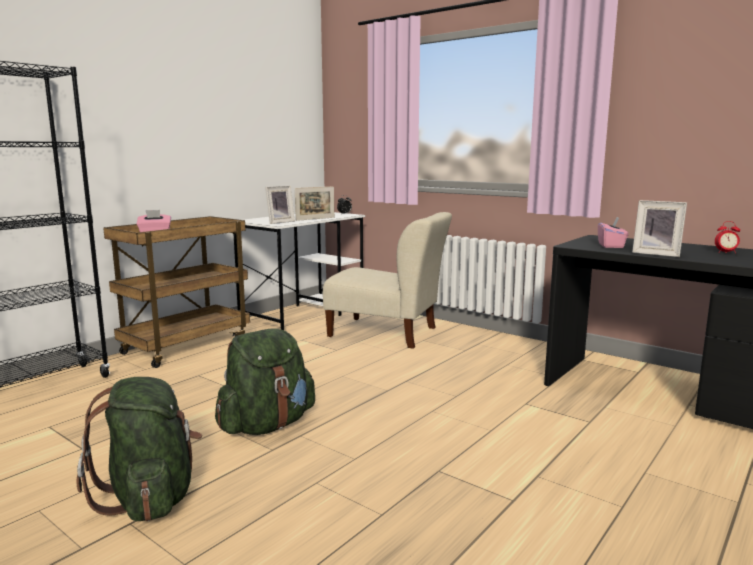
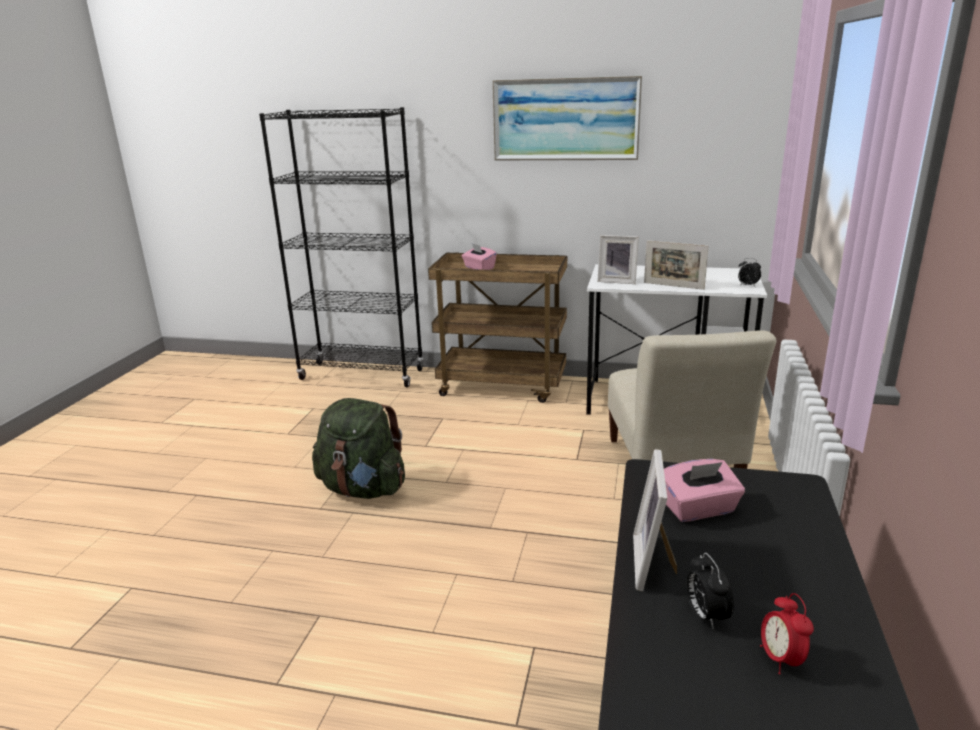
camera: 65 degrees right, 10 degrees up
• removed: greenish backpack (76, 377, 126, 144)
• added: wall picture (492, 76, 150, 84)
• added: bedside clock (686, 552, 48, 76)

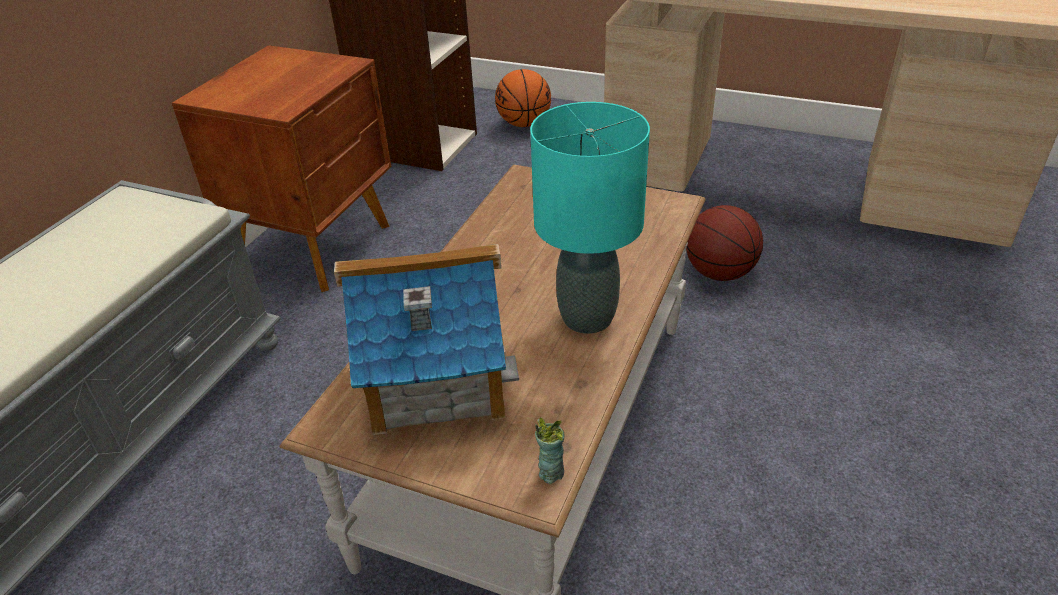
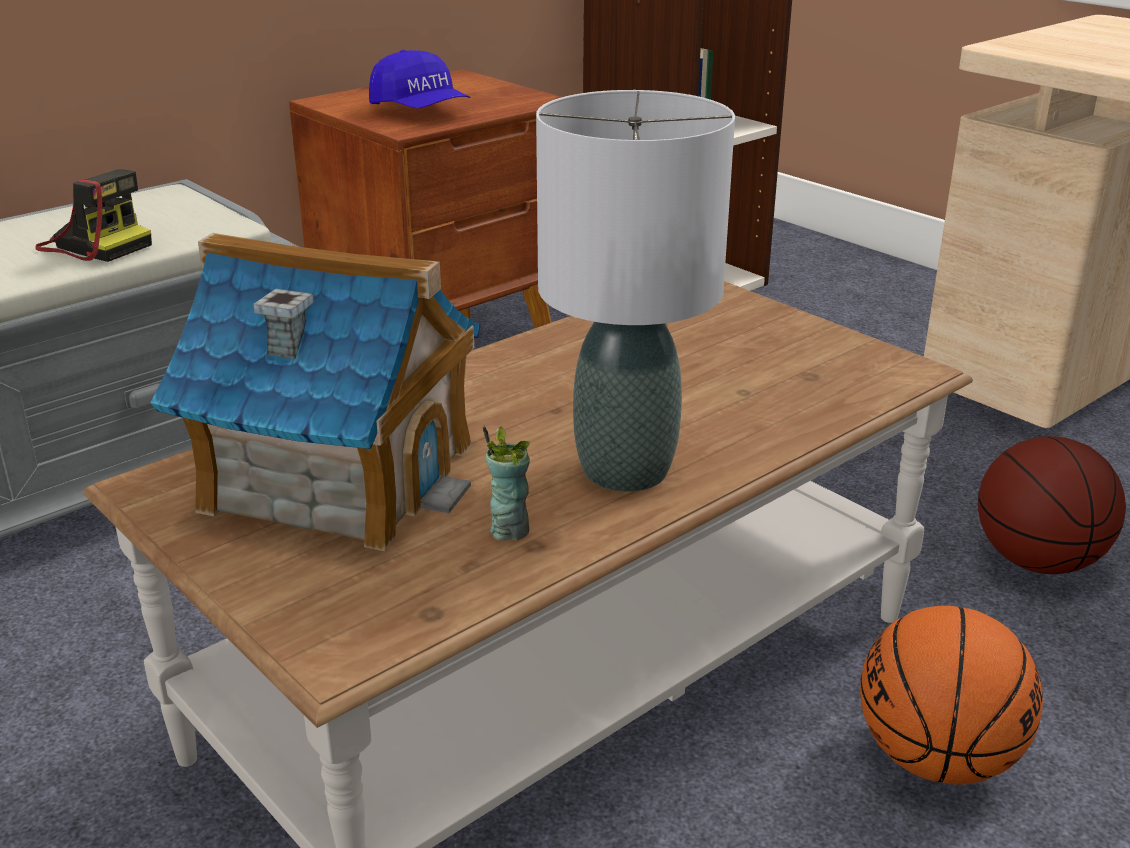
camera: 25 degrees right, 10 degrees down
• moved: basketball (495, 69, 56, 58) to (860, 606, 183, 179)
• recoloured: turquoise table lamp (530, 102, 120, 232) to greyish table lamp (536, 90, 199, 402)
• moved: drinking cup (535, 417, 30, 67) to (483, 426, 47, 115)
• added: photo camera (36, 169, 116, 93)
• added: blue-coloured peaked cap (369, 50, 102, 58)

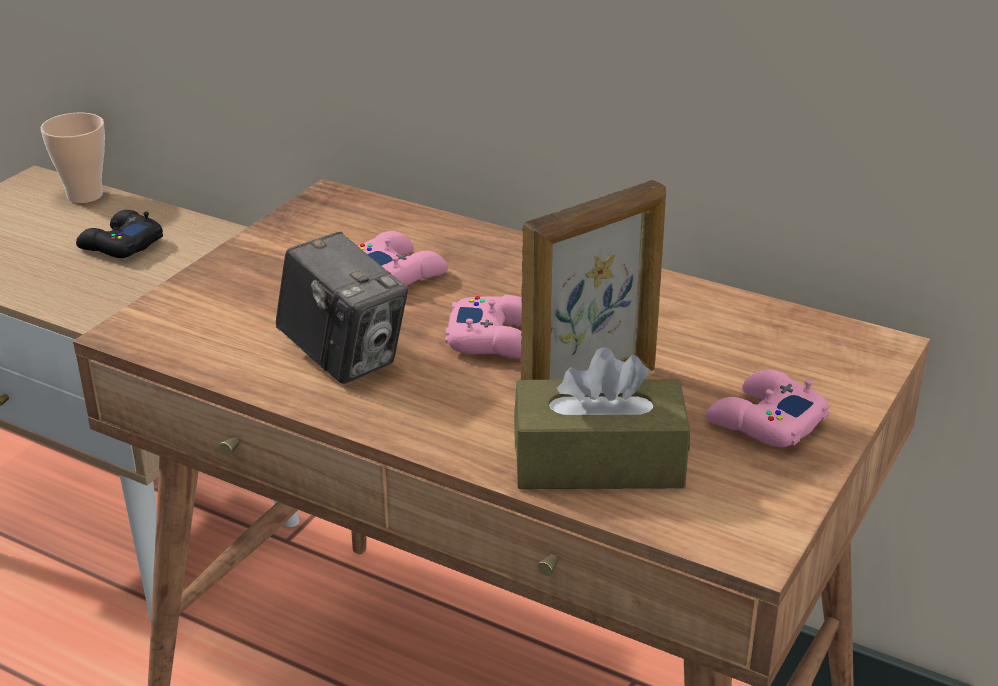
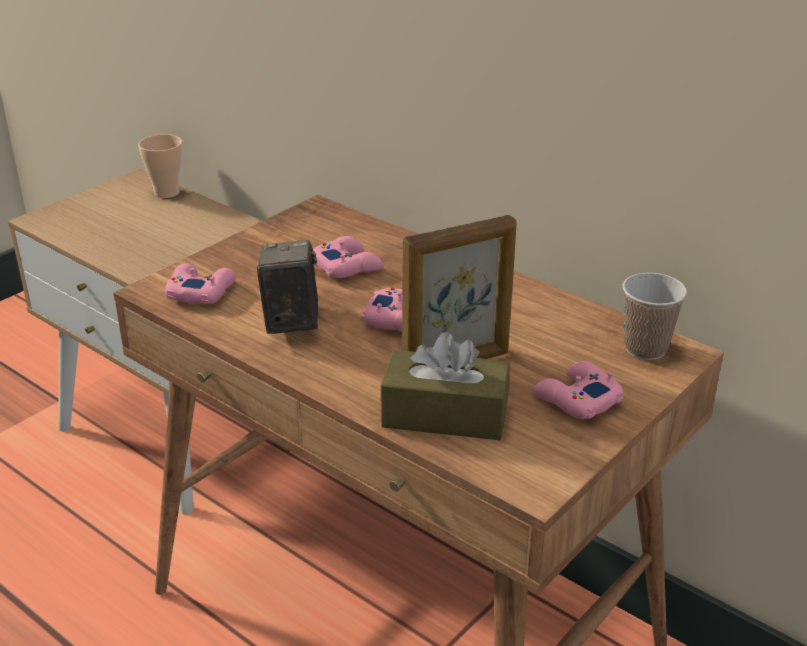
camera: 10 degrees right, 0 degrees up
• removed: blackish game controller (76, 210, 87, 48)
• turned: photo camera (276, 232, 132, 152) = (257, 240, 61, 94) 150 degrees counterclockwise
• added: pinkish game controller (165, 263, 71, 41)
• added: drinking cup (623, 273, 64, 87)

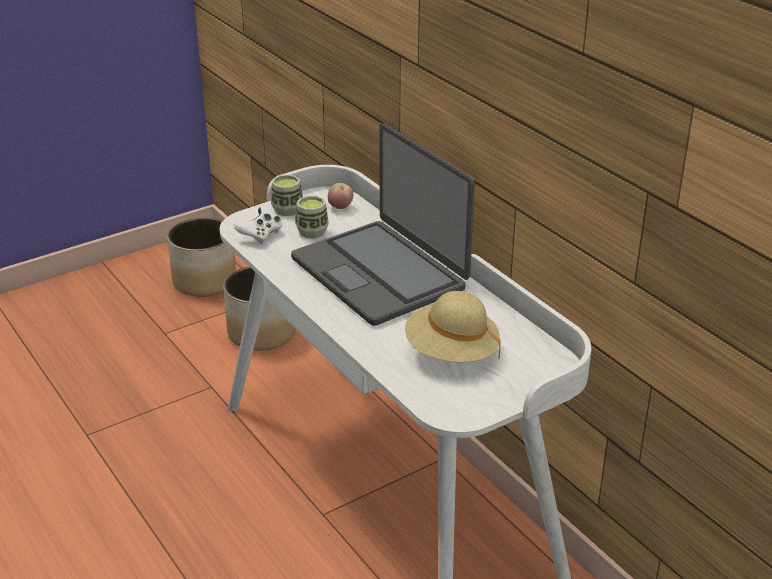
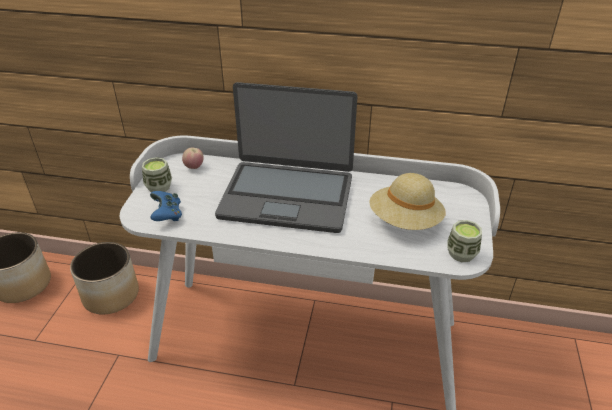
camera: 45 degrees left, 5 degrees up
• recoloured: white-coloured game controller (234, 206, 49, 38) to blue-coloured game controller (150, 191, 32, 30)
• moved: drinking cup (295, 196, 34, 42) to (447, 220, 35, 42)

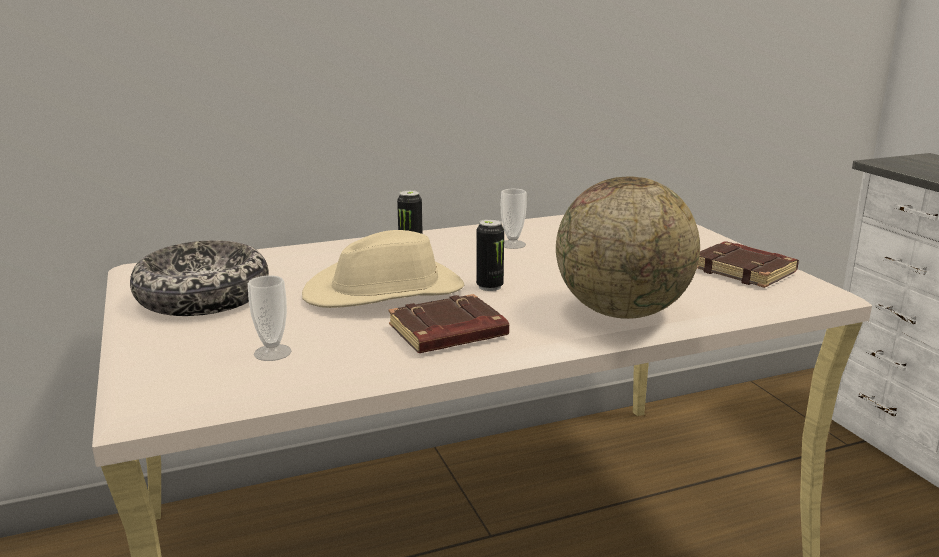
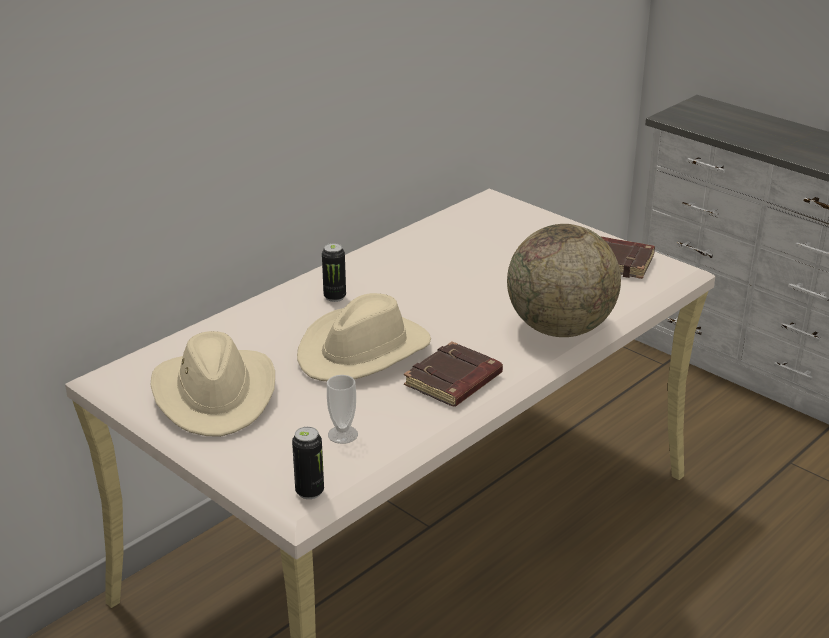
camera: 25 degrees left, 10 degrees up
• replaced: serving bowl (130, 240, 139, 76) to sand-coloured wearable hat (151, 331, 124, 106)
• moved: sealed can (476, 219, 28, 72) to (292, 427, 32, 72)
• removed: drinking cup (501, 189, 26, 60)

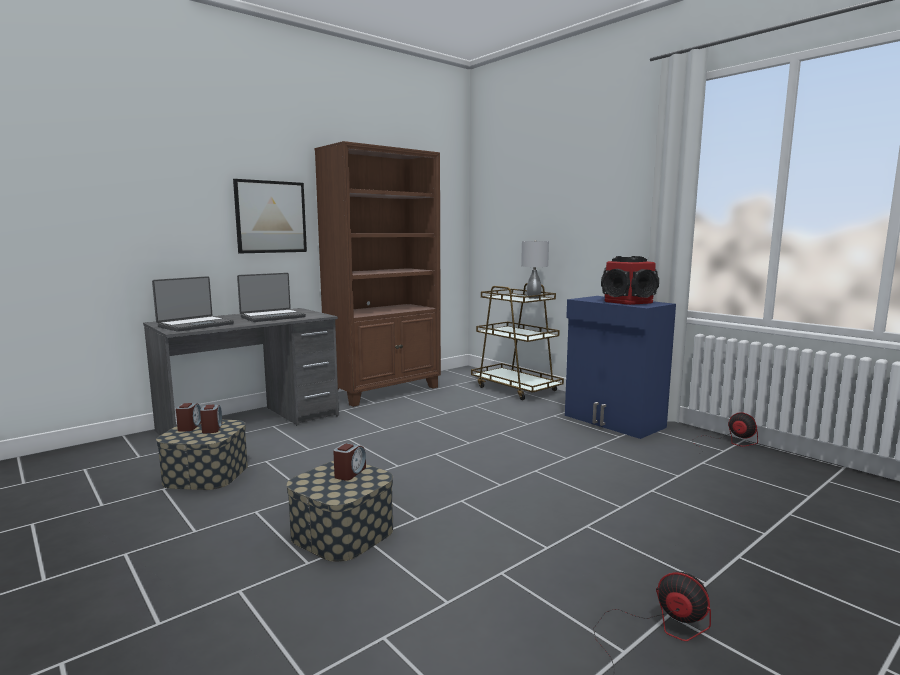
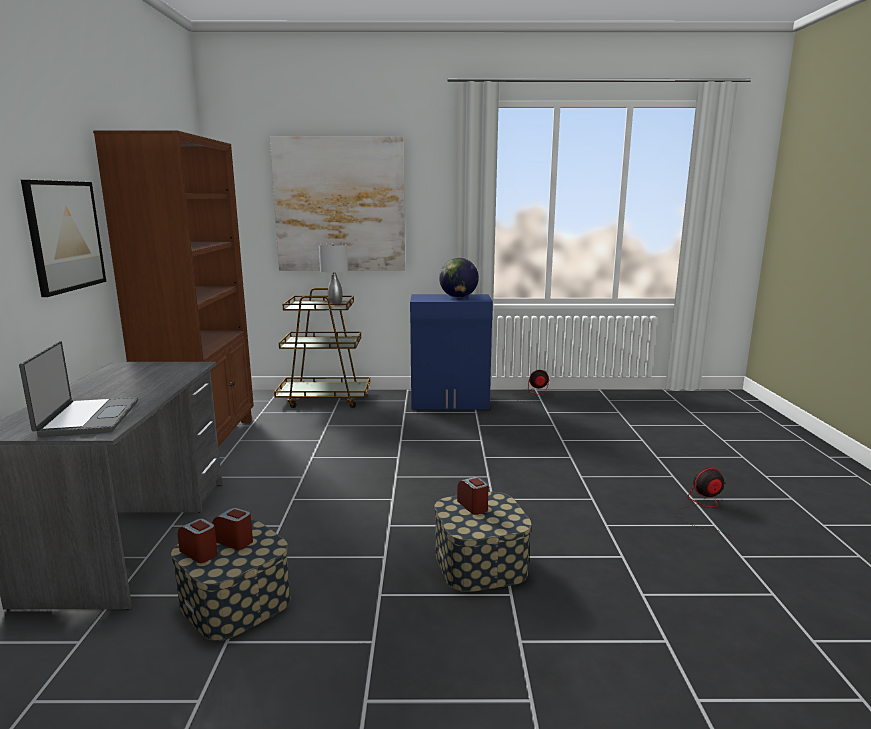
camera: 50 degrees left, 5 degrees up
• removed: portable computer (237, 273, 69, 49)
• replaced: audio speaker (601, 256, 58, 49) to world globe (439, 258, 40, 40)
• added: wall picture (270, 136, 135, 135)

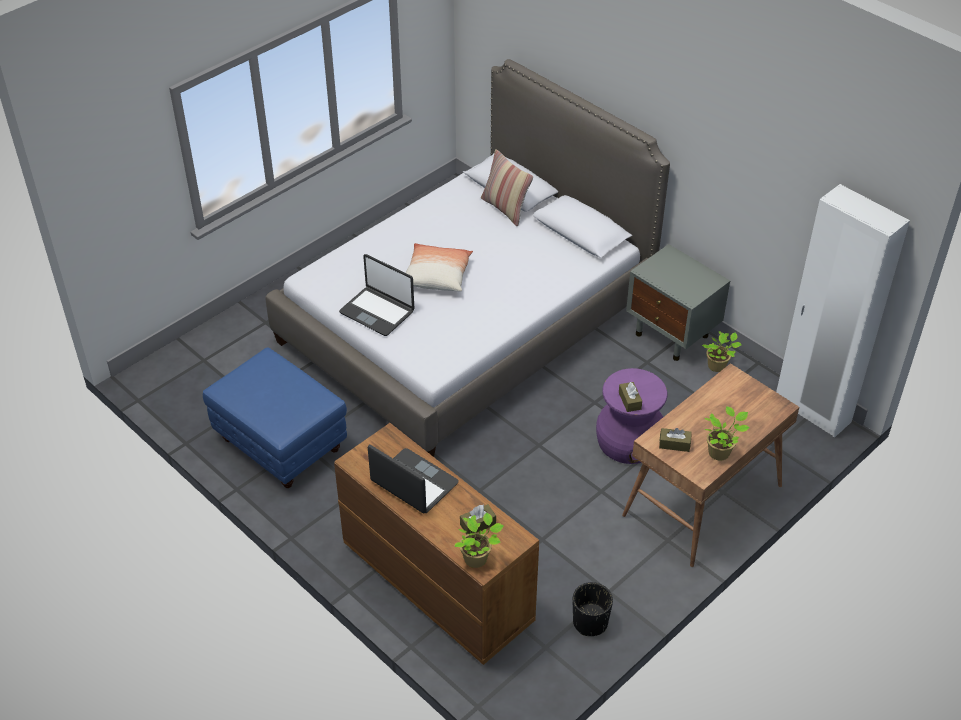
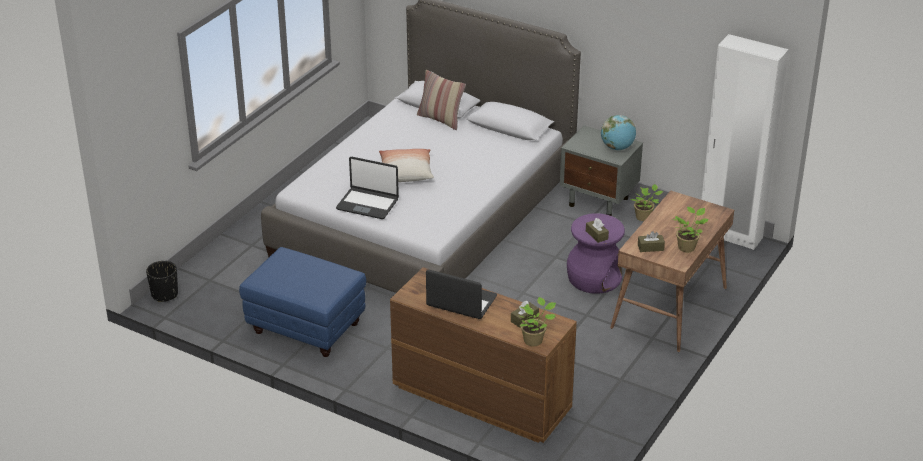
camera: 15 degrees left, 10 degrees down
• moved: blackish flower pot (573, 582, 40, 54) to (146, 261, 32, 41)
• added: world globe (601, 115, 35, 35)

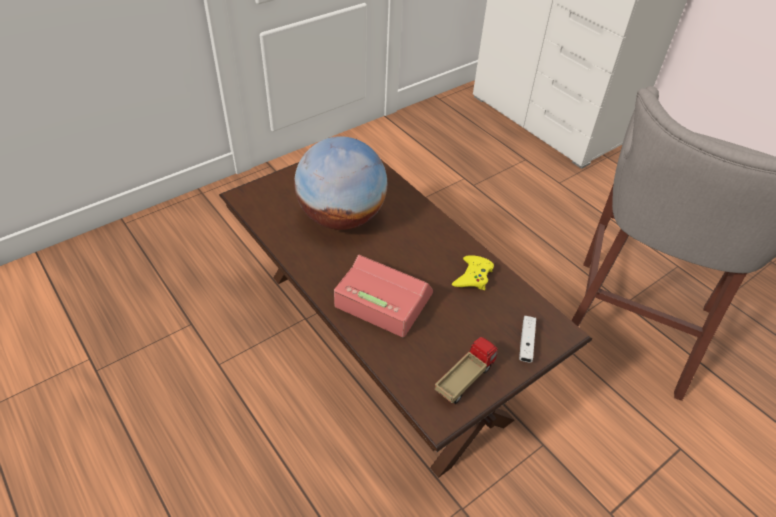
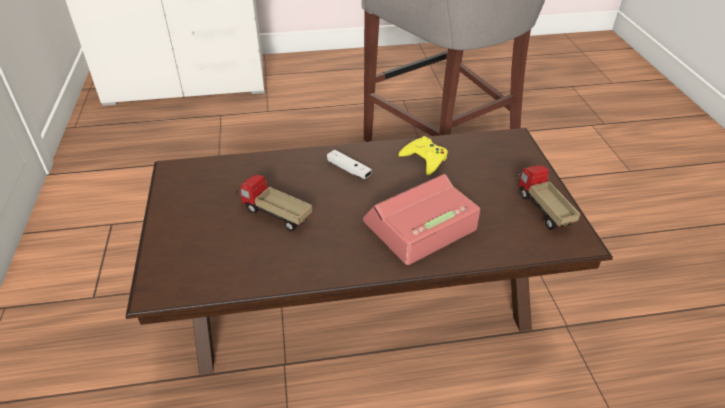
camera: 60 degrees left, 5 degrees down
• replaced: world globe (294, 136, 93, 94) to model truck (236, 175, 77, 56)
• moved: white-coloured game controller (519, 316, 17, 46) to (327, 149, 45, 30)

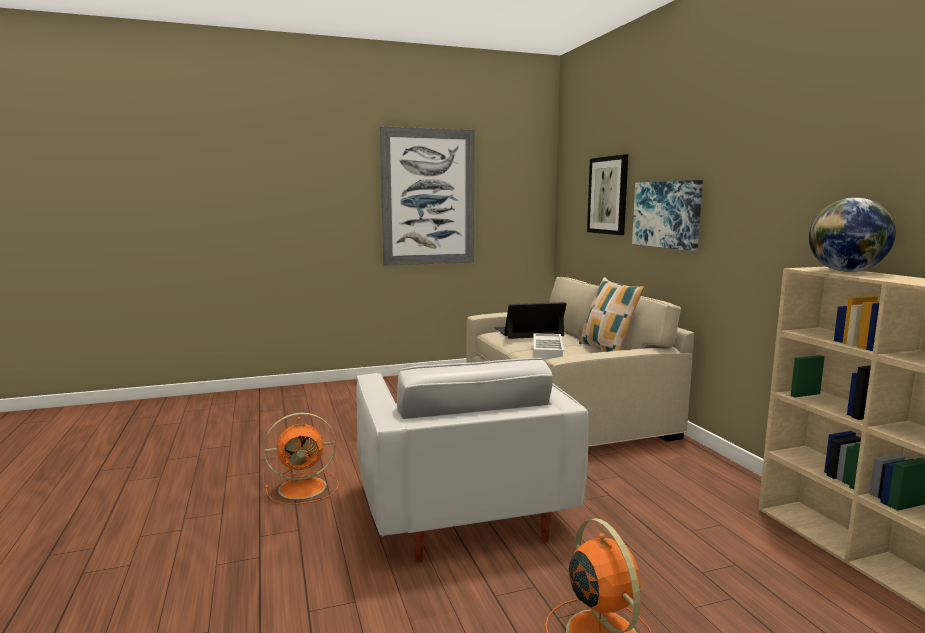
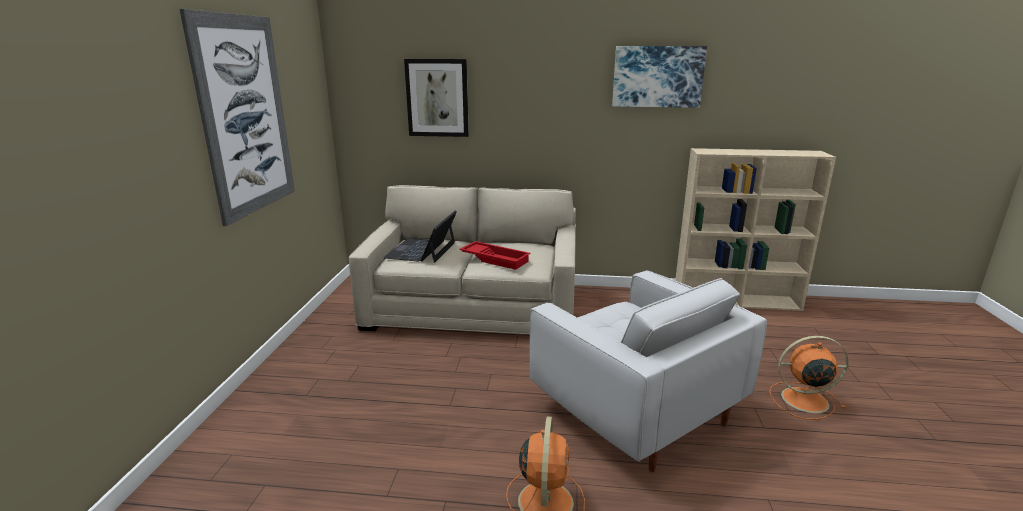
camera: 65 degrees left, 10 degrees up
• turned: white-coloured easy chair (356, 358, 233, 205) = (530, 271, 237, 201) 45 degrees clockwise
• recoloured: white-coloured carrying tray (533, 333, 32, 26) to reddish carrying tray (460, 241, 71, 29)
• removed: pillow (579, 277, 66, 75)
• moved: wall picture (632, 180, 71, 71) to (612, 46, 95, 62)
• removed: world globe (809, 198, 87, 74)

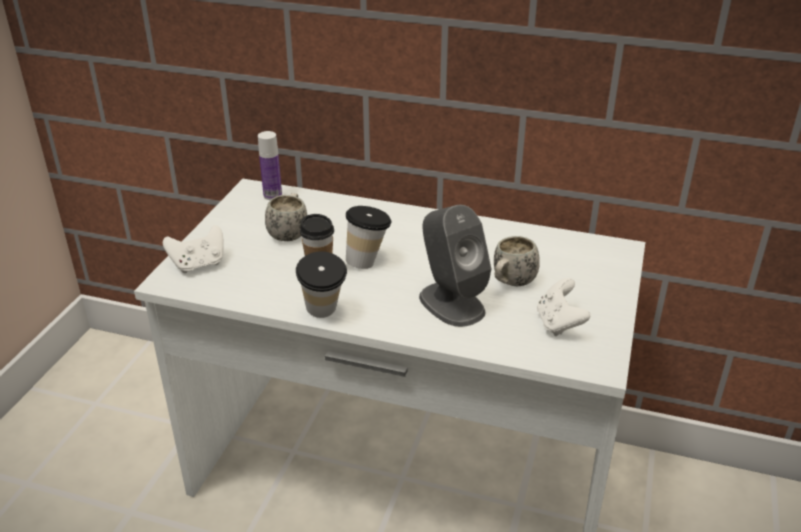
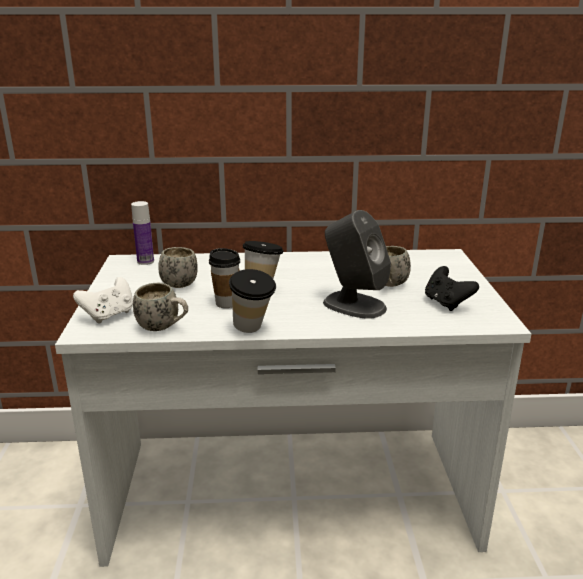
camera: 20 degrees left, 10 degrees down
• recoloured: white-coloured game controller (537, 278, 53, 58) to blackish game controller (425, 266, 54, 45)
• added: white-coloured tea mug (133, 283, 55, 48)

